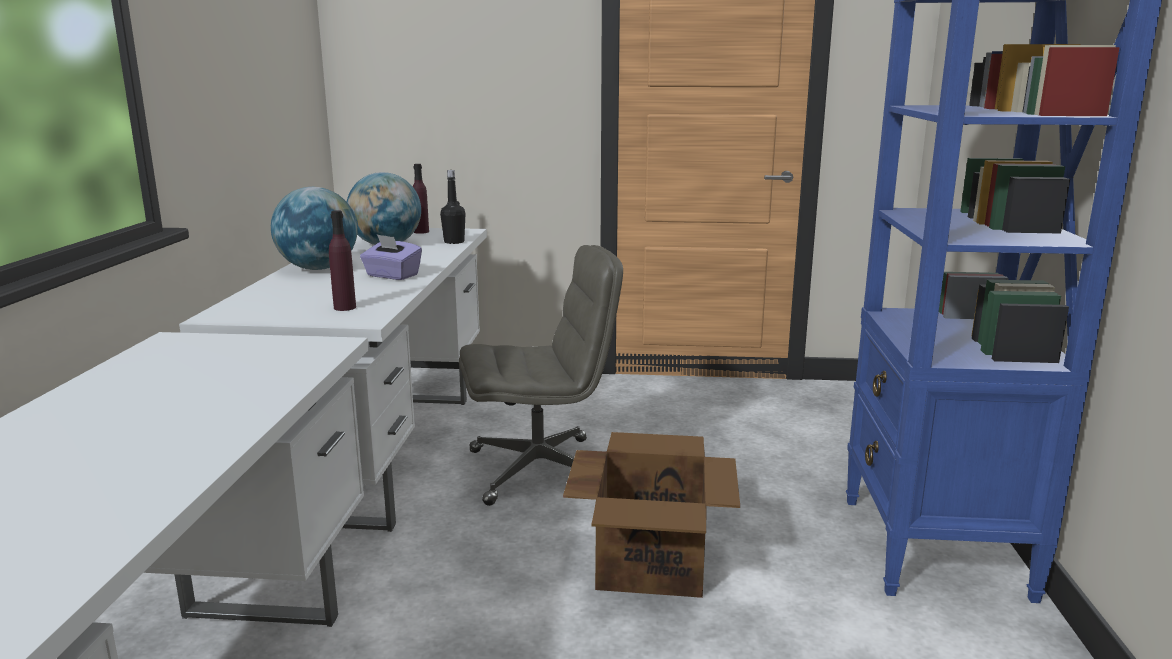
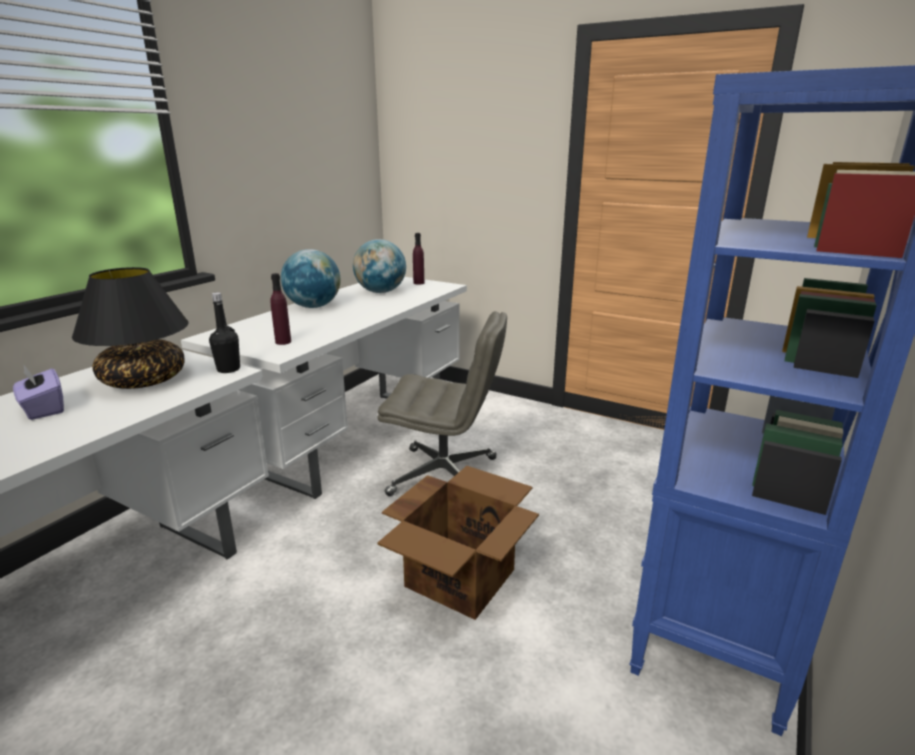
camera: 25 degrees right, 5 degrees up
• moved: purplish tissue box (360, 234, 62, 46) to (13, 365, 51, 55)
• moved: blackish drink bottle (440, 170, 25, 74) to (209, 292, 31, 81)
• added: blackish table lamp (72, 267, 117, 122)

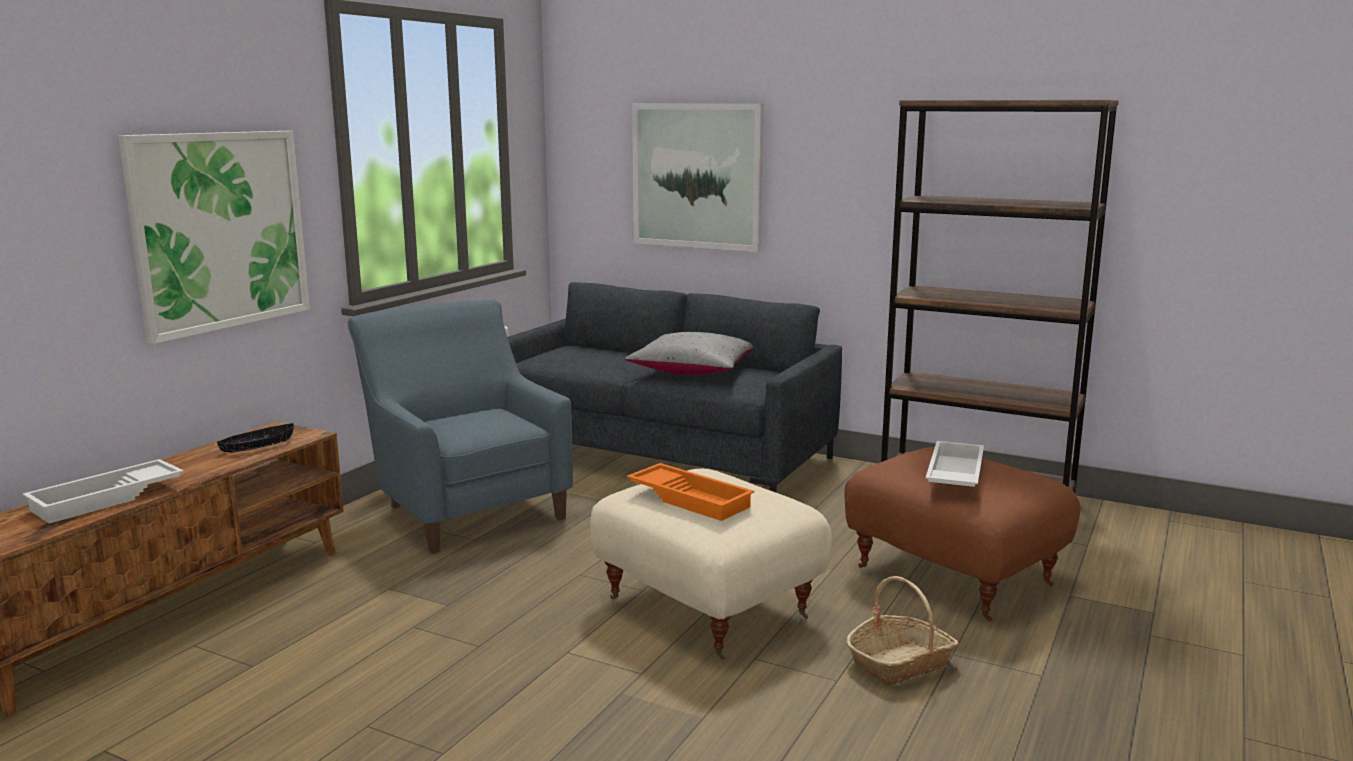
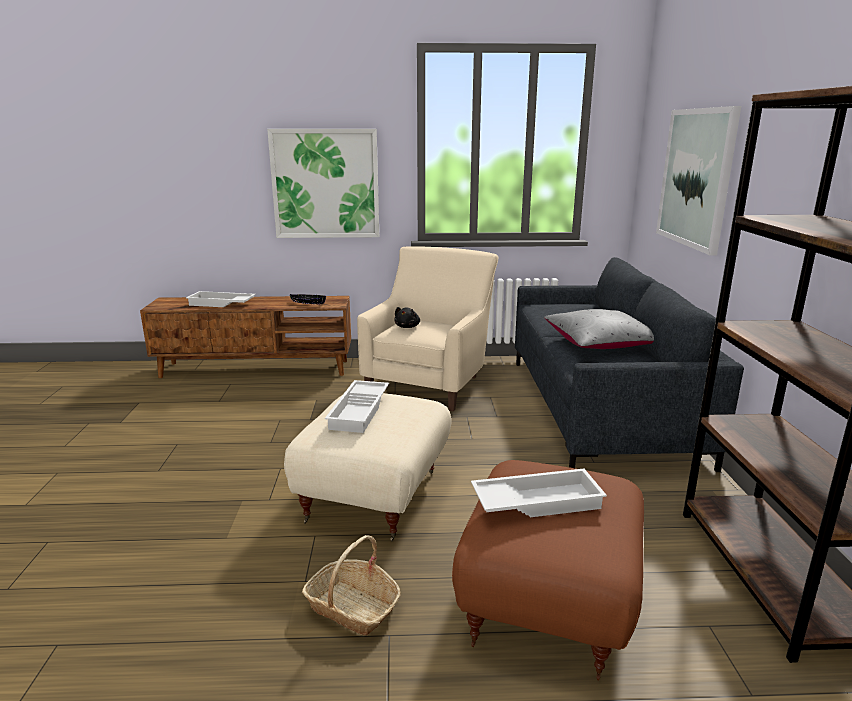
camera: 60 degrees right, 5 degrees up
• recoloured: blue-coloured easy chair (347, 300, 226, 254) to sand-coloured easy chair (357, 246, 141, 165)
• recoloured: orange-coloured carrying tray (627, 463, 128, 58) to white-coloured carrying tray (325, 380, 64, 53)
• added: blackish plush toy (395, 307, 25, 21)

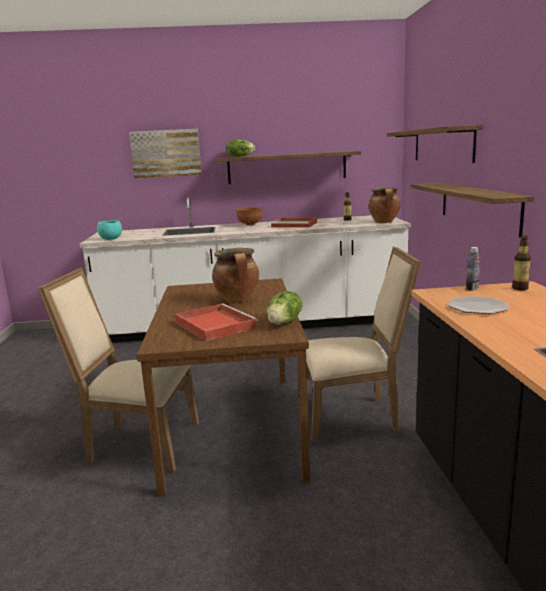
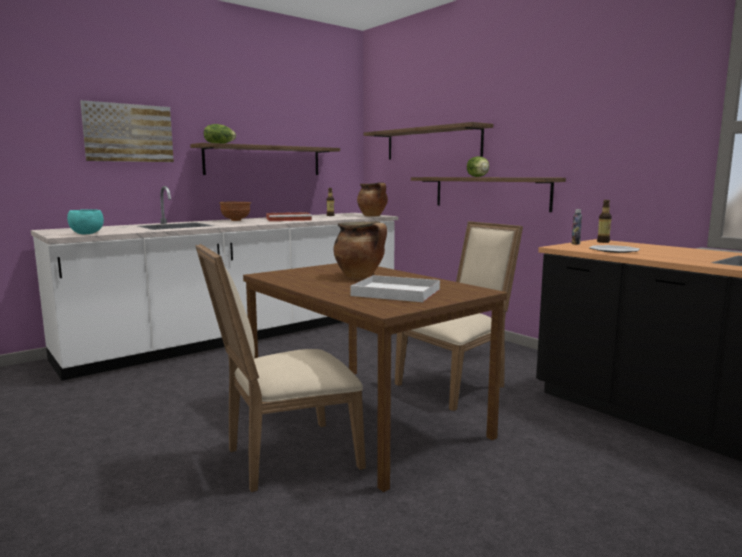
camera: 35 degrees left, 5 degrees down
• recoloured: reddish carrying tray (175, 303, 83, 38) to white-coloured carrying tray (351, 275, 89, 27)
• moved: lettuce head (267, 291, 35, 34) to (467, 156, 22, 21)

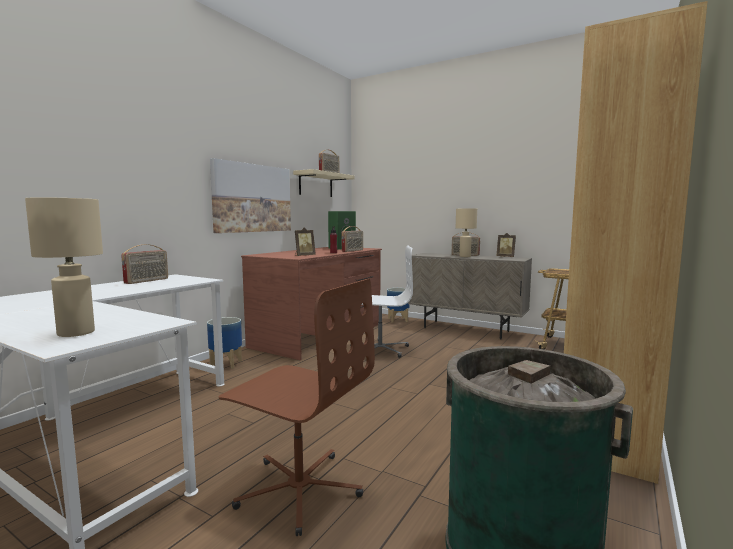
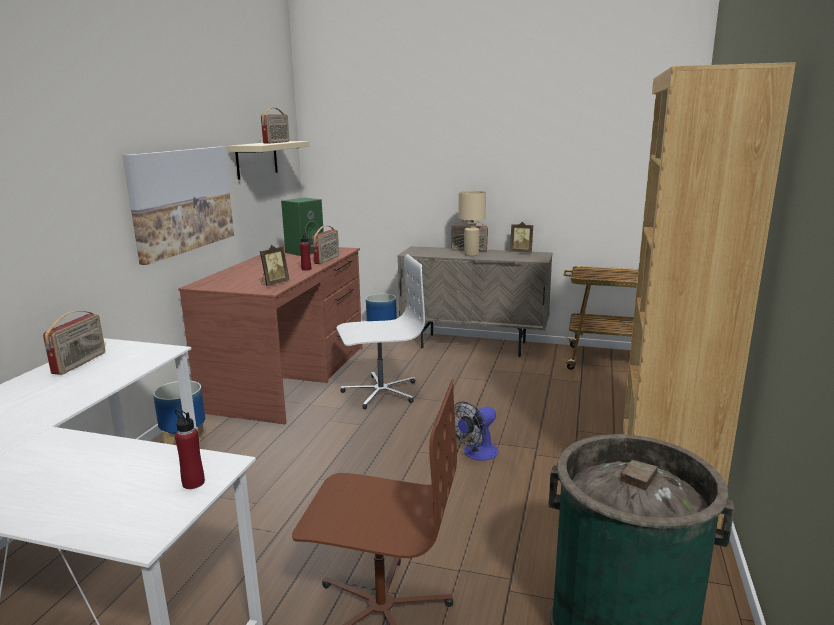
camera: 15 degrees left, 10 degrees up
• removed: sand-coloured table lamp (25, 197, 78, 140)
• added: reddish drink bottle (175, 409, 30, 80)
• added: electric fan (454, 401, 44, 60)

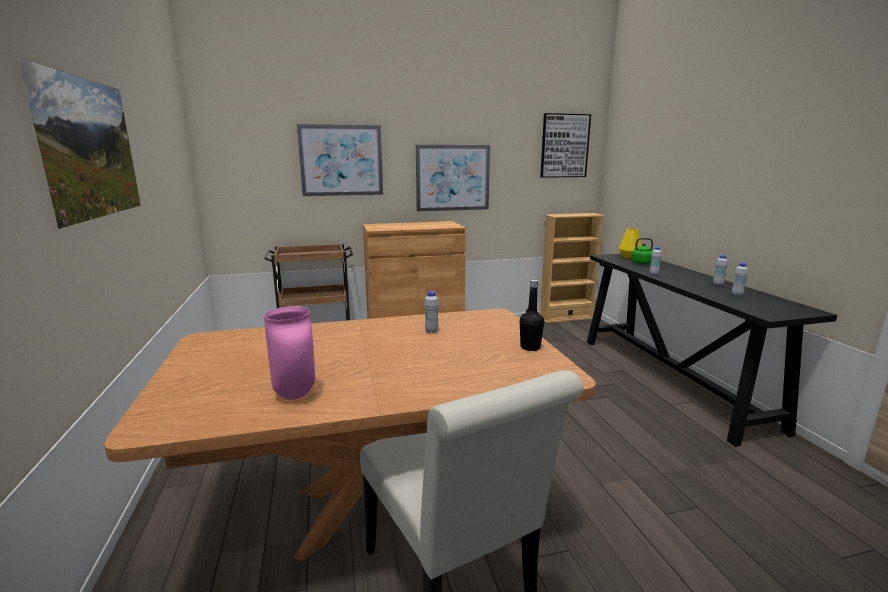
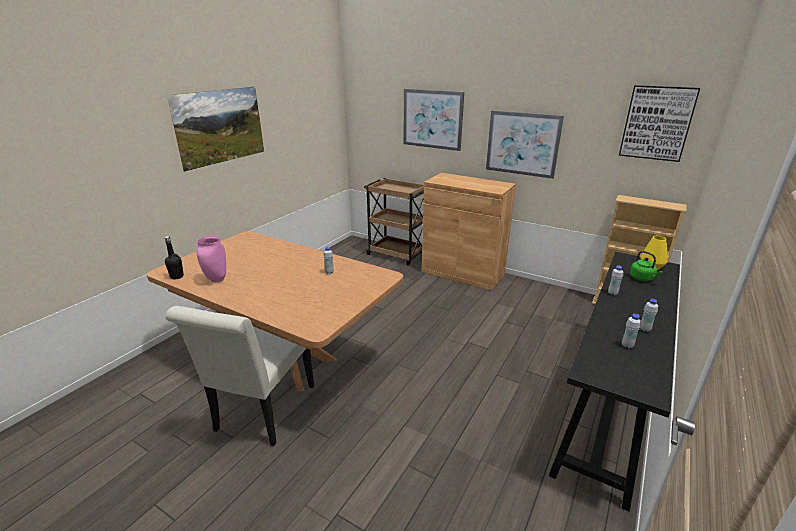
camera: 45 degrees right, 10 degrees up
• moved: blackish drink bottle (520, 280, 24, 71) to (164, 236, 20, 43)

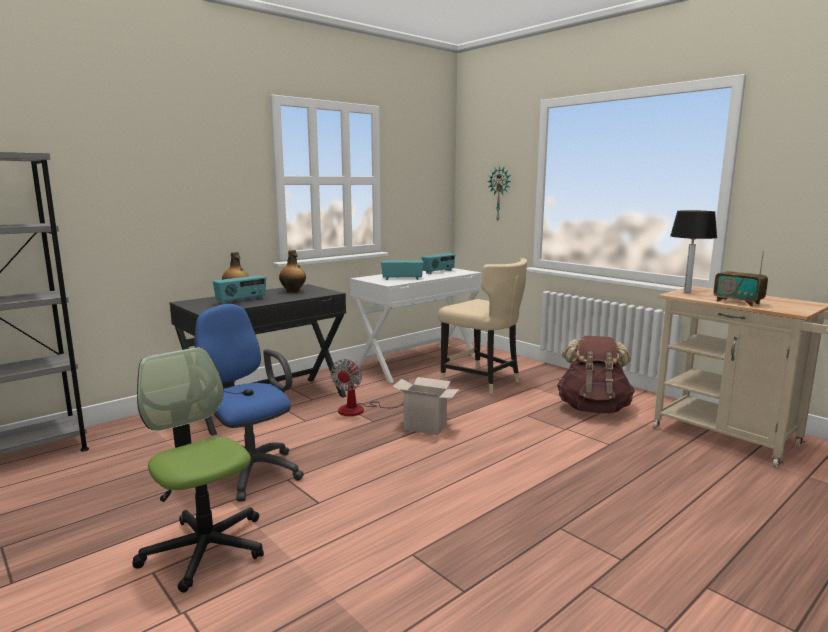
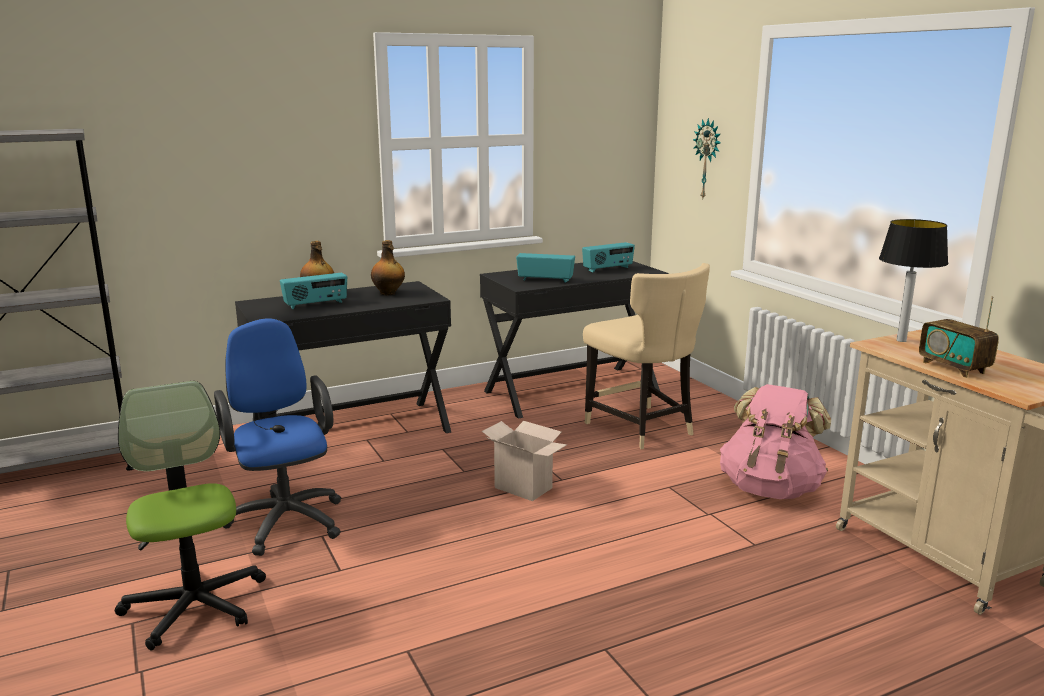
camera: 15 degrees right, 5 degrees up
• removed: electric fan (330, 359, 79, 57)
• recoloured: white-coloured desk (350, 268, 132, 115) to blackish desk (480, 261, 189, 158)
• recoloured: brown backpack (557, 336, 78, 77) to pinkish backpack (720, 384, 111, 115)

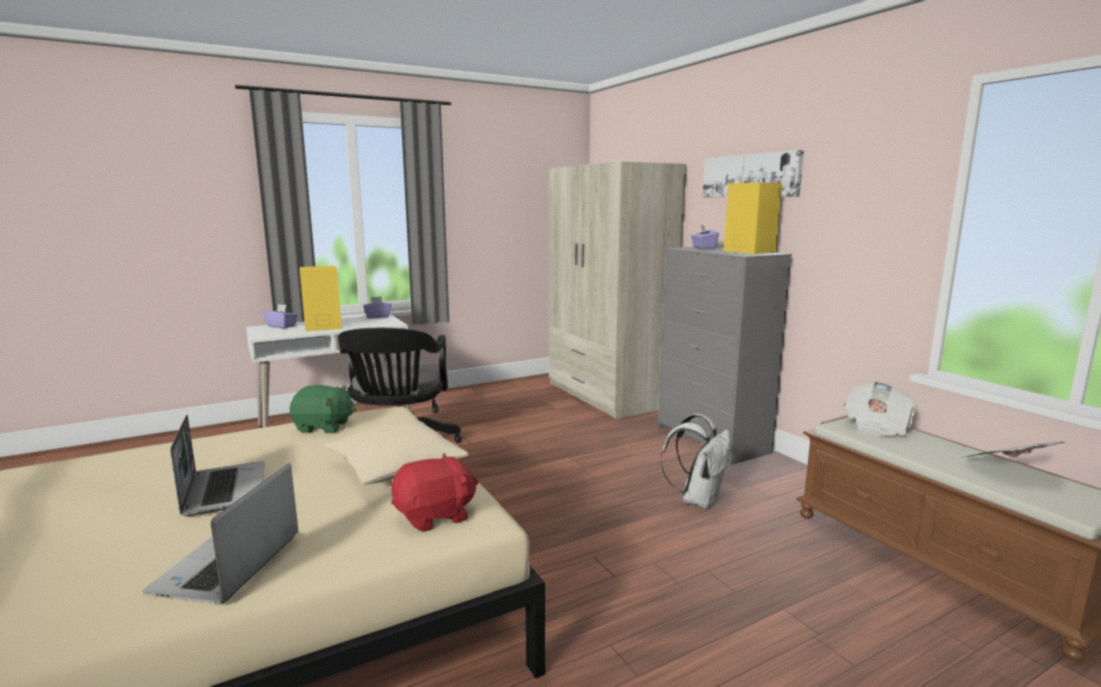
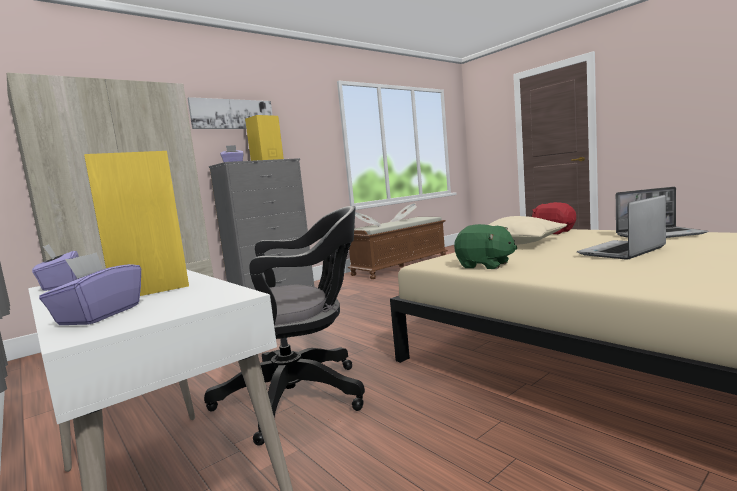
camera: 100 degrees left, 5 degrees down
• turned: greenish plush toy (289, 385, 67, 48) = (454, 224, 64, 45) 135 degrees clockwise
• removed: white-coloured backpack (661, 414, 69, 96)

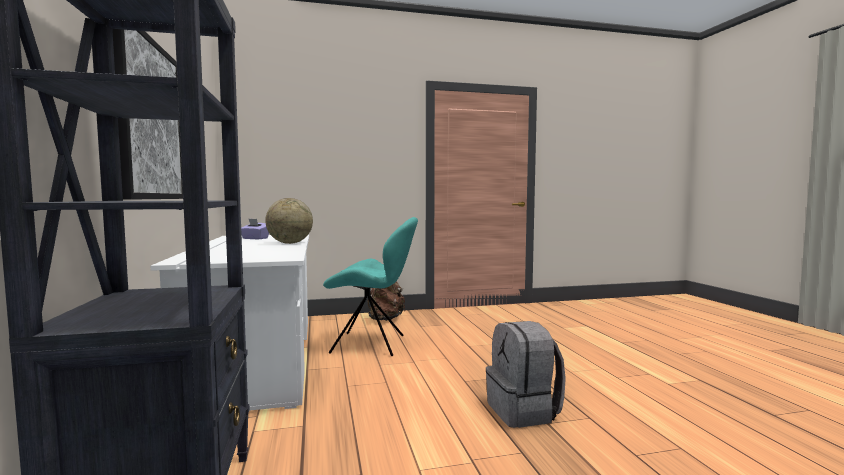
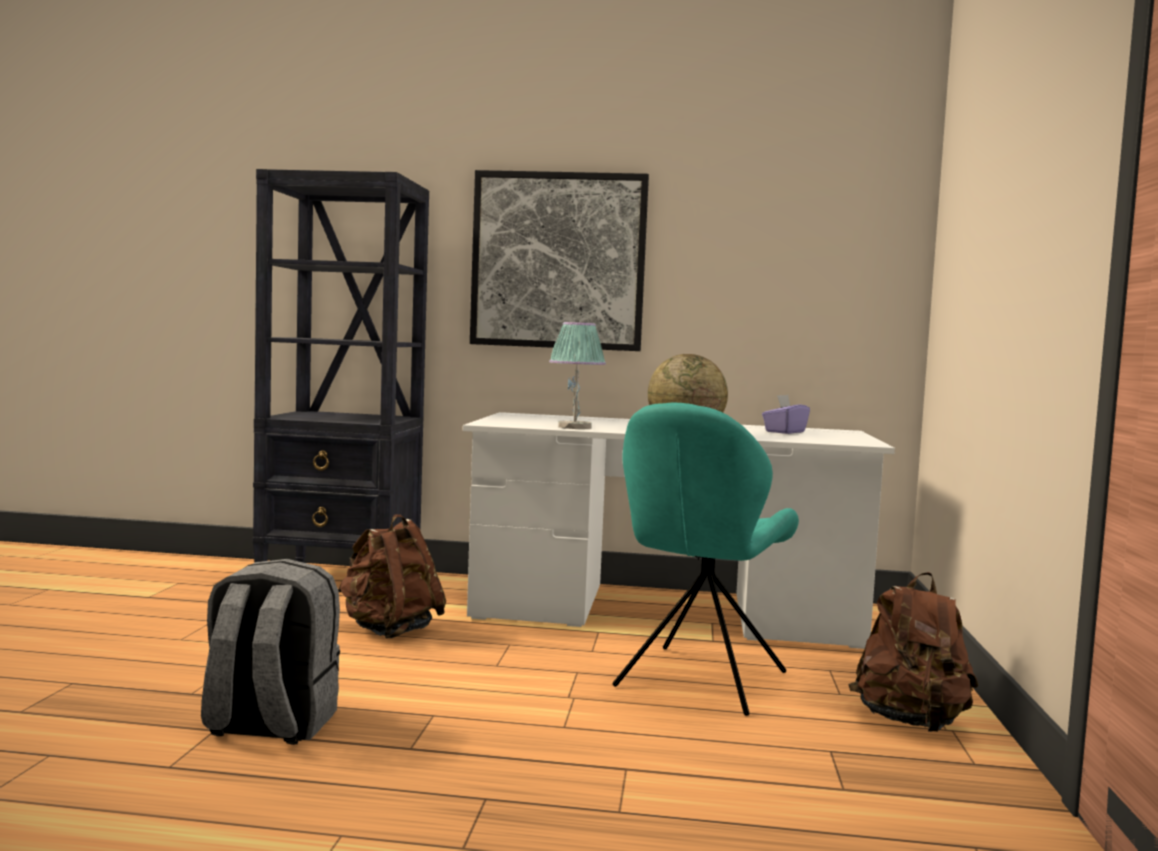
camera: 110 degrees right, 0 degrees up
• added: brown backpack (338, 514, 108, 125)
• added: table lamp (549, 322, 57, 107)

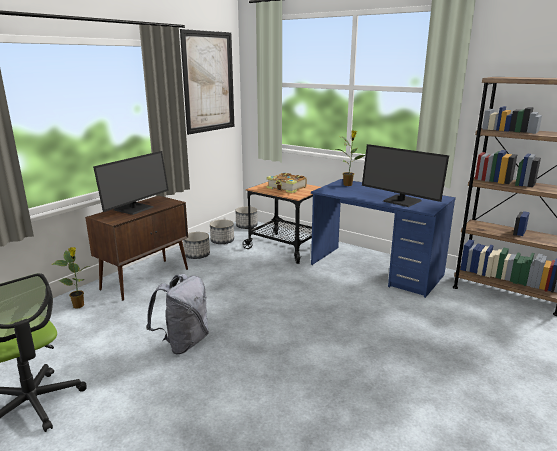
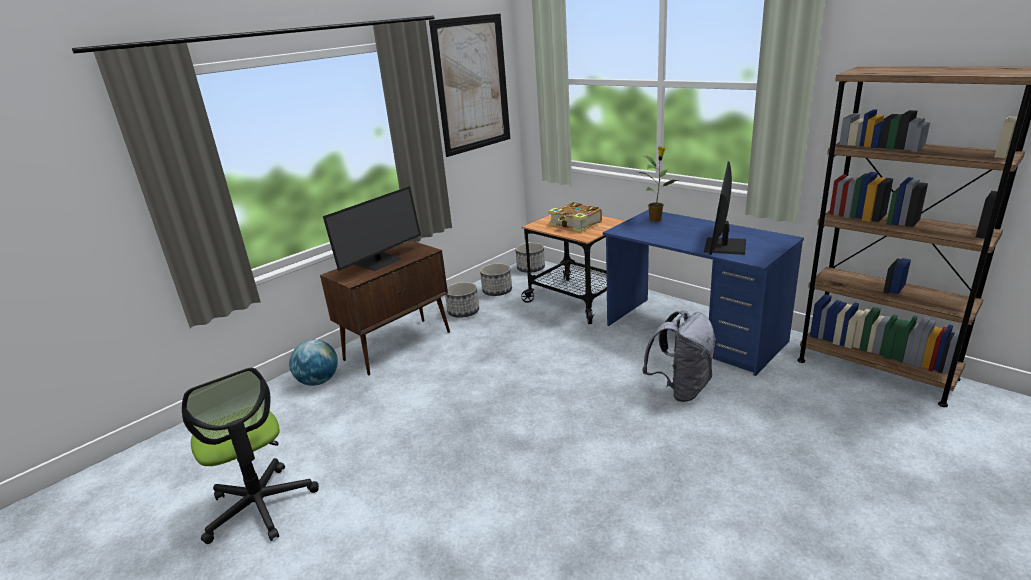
camera: 10 degrees right, 5 degrees up
• replaced: houseplant (51, 247, 39, 62) to world globe (289, 339, 49, 47)
• moved: greyish backpack (146, 274, 63, 80) to (642, 310, 74, 92)
• turned: computer display (362, 144, 87, 63) = (704, 161, 42, 94) 60 degrees clockwise

